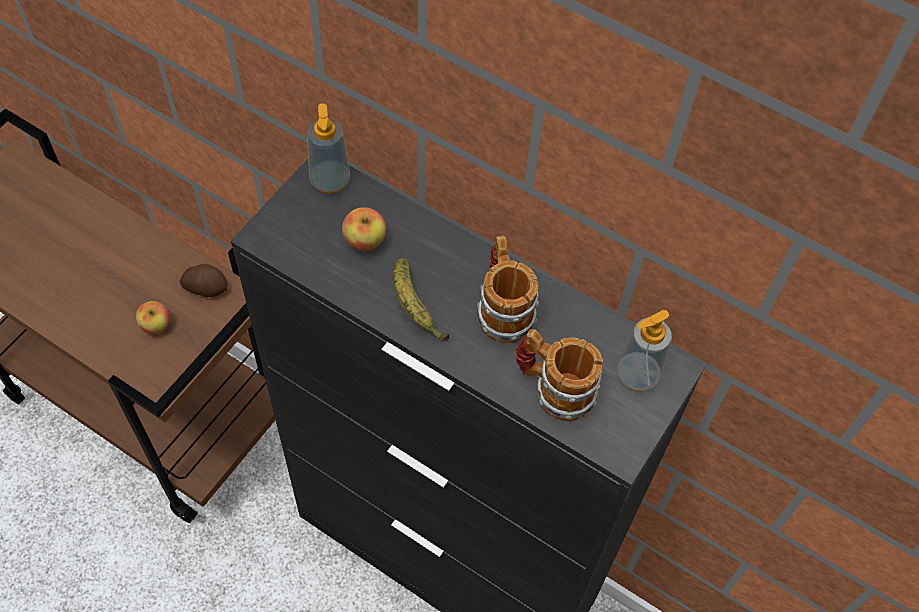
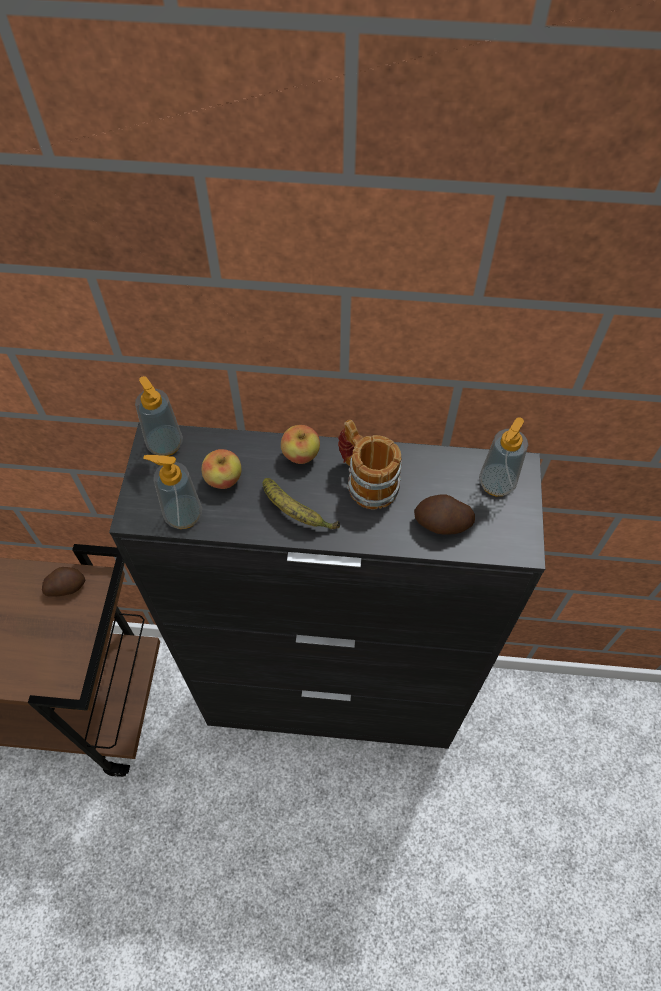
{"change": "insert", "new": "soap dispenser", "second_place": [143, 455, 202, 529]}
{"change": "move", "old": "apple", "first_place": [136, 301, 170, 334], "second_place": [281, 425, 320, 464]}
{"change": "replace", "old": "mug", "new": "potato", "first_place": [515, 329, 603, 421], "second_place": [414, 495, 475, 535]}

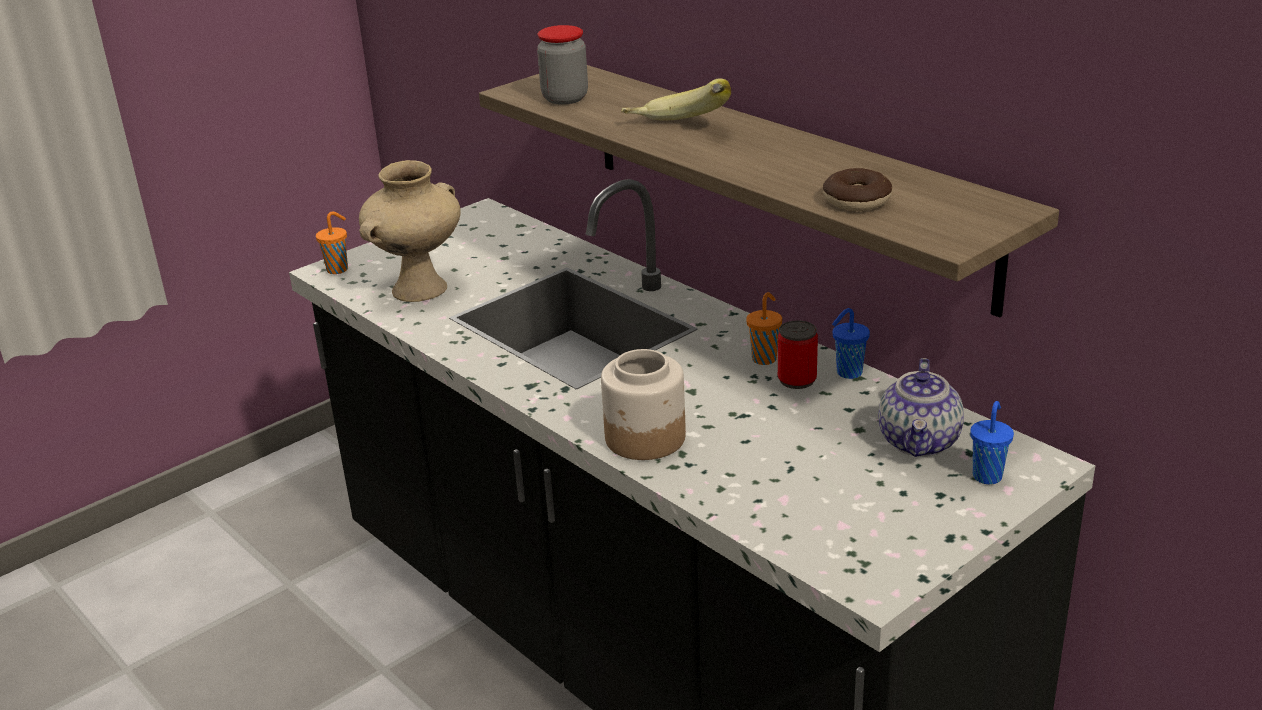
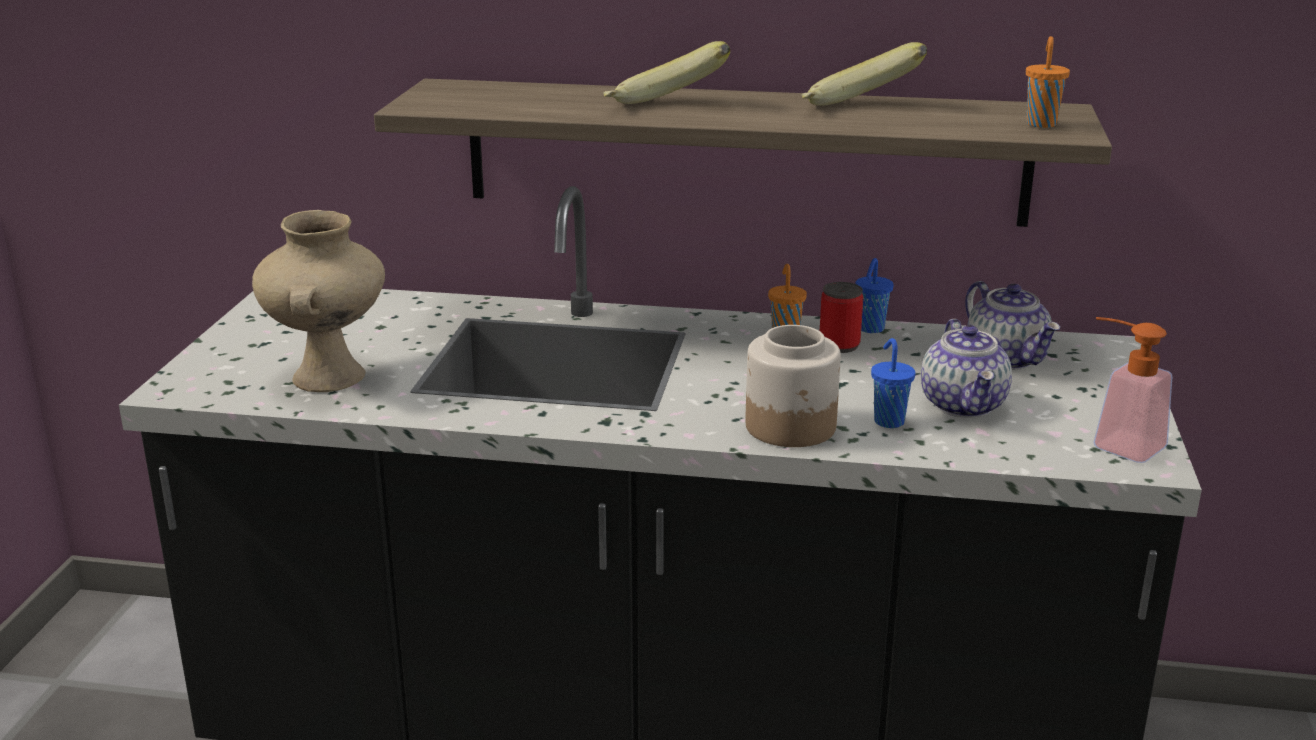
{"change": "delete", "old": "jar", "first_place": [537, 25, 588, 105]}
{"change": "delete", "old": "donut", "first_place": [823, 168, 892, 211]}
{"change": "insert", "new": "banana", "second_place": [802, 42, 927, 106]}
{"change": "insert", "new": "teapot", "second_place": [921, 319, 1012, 418]}
{"change": "insert", "new": "soap dispenser", "second_place": [1093, 317, 1172, 463]}
{"change": "move", "old": "cup (orange)", "first_place": [316, 212, 348, 274], "second_place": [1026, 36, 1070, 128]}
{"change": "move", "old": "cup (blue)", "first_place": [970, 401, 1014, 484], "second_place": [871, 338, 915, 428]}

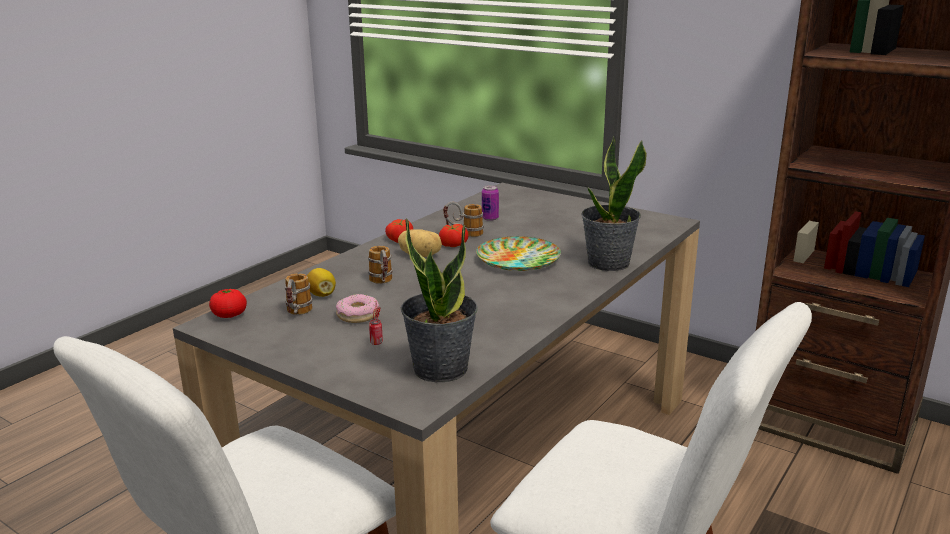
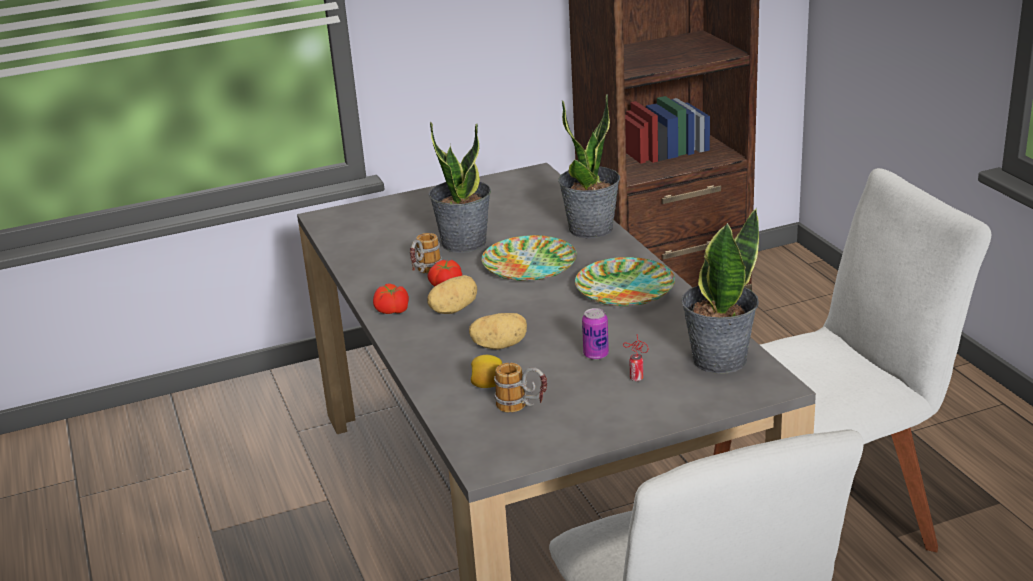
{"change": "delete", "old": "tomato", "first_place": [209, 289, 247, 318]}
{"change": "delete", "old": "donut", "first_place": [336, 294, 379, 323]}
{"change": "insert", "new": "potted plant", "second_place": [428, 121, 491, 253]}
{"change": "insert", "new": "plate", "second_place": [575, 257, 675, 306]}
{"change": "move", "old": "can", "first_place": [482, 185, 499, 221], "second_place": [582, 308, 609, 360]}
{"change": "replace", "old": "mug", "new": "potato", "first_place": [368, 246, 393, 284], "second_place": [469, 313, 527, 350]}

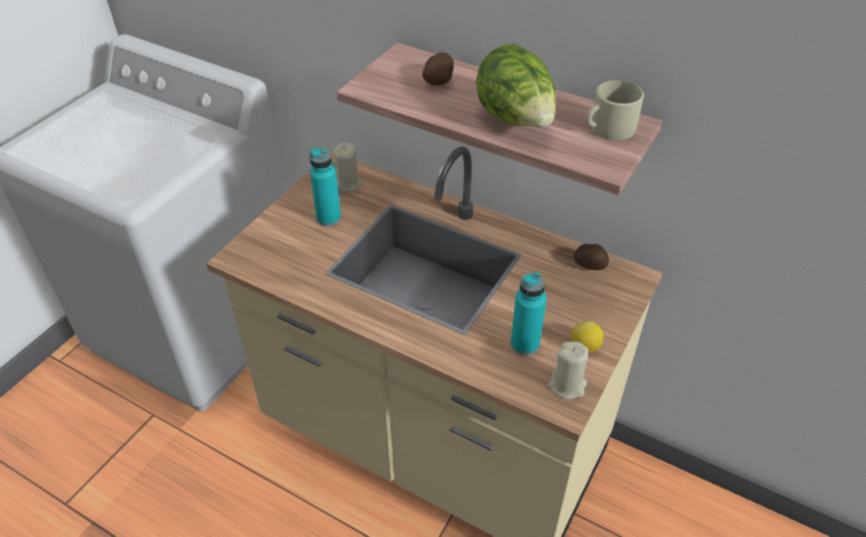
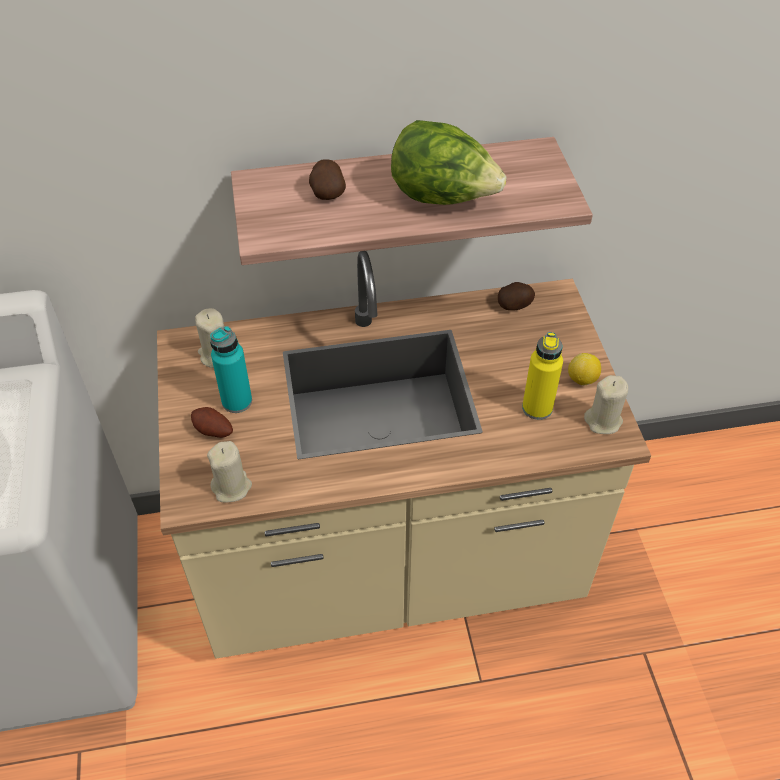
{"change": "delete", "old": "mug (beige)", "first_place": [585, 80, 644, 141]}
{"change": "insert", "new": "potato", "second_place": [191, 407, 233, 438]}
{"change": "insert", "new": "candle (beige)", "second_place": [207, 441, 252, 502]}
{"change": "recolor", "old": "bottle (turquoise)", "new": "bottle (yellow)", "first_place": [511, 271, 547, 355], "second_place": [522, 332, 563, 420]}

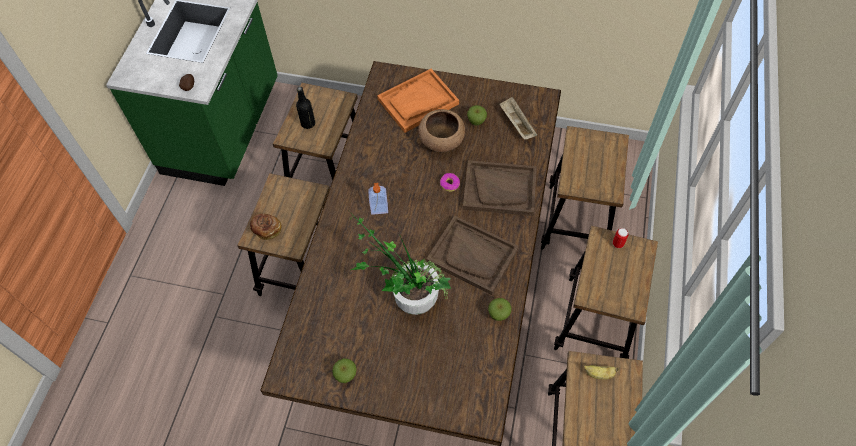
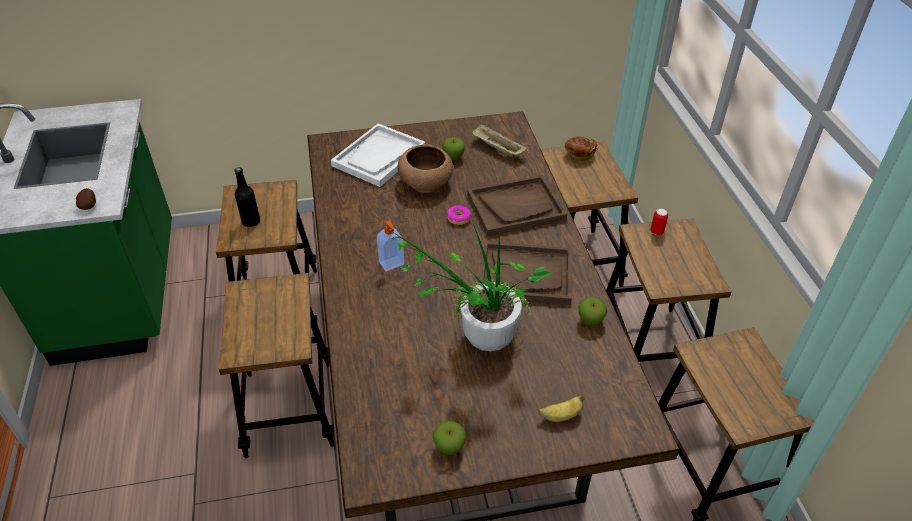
{"change": "move", "old": "bread", "first_place": [250, 214, 282, 240], "second_place": [565, 136, 597, 162]}
{"change": "move", "old": "banana", "first_place": [584, 365, 619, 379], "second_place": [539, 395, 585, 422]}
{"change": "recolor", "old": "tray (orange)", "new": "tray (white)", "first_place": [377, 69, 459, 133], "second_place": [331, 123, 425, 187]}

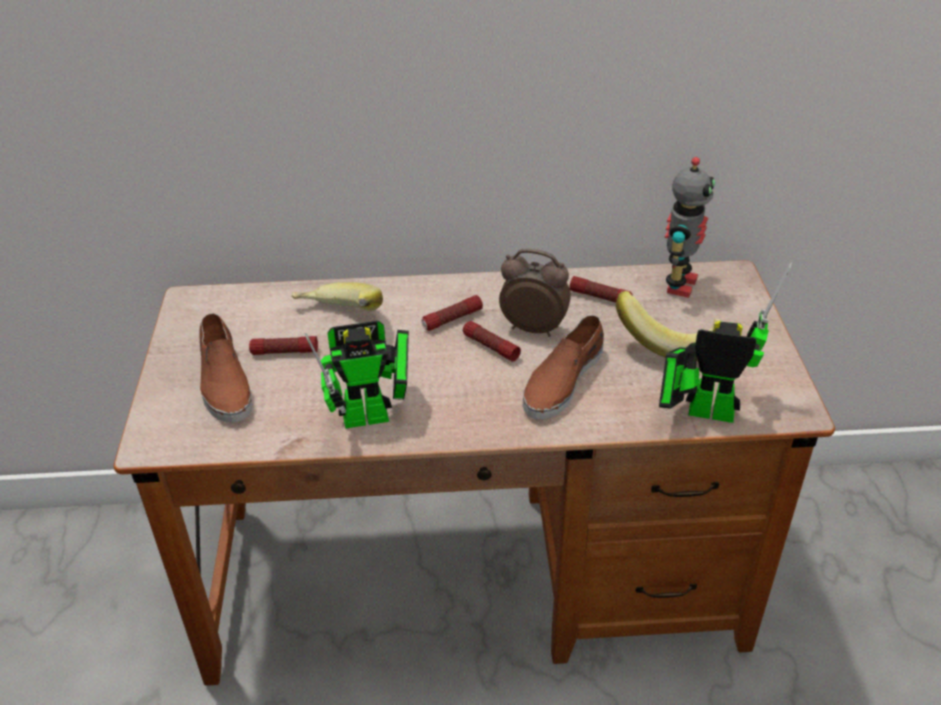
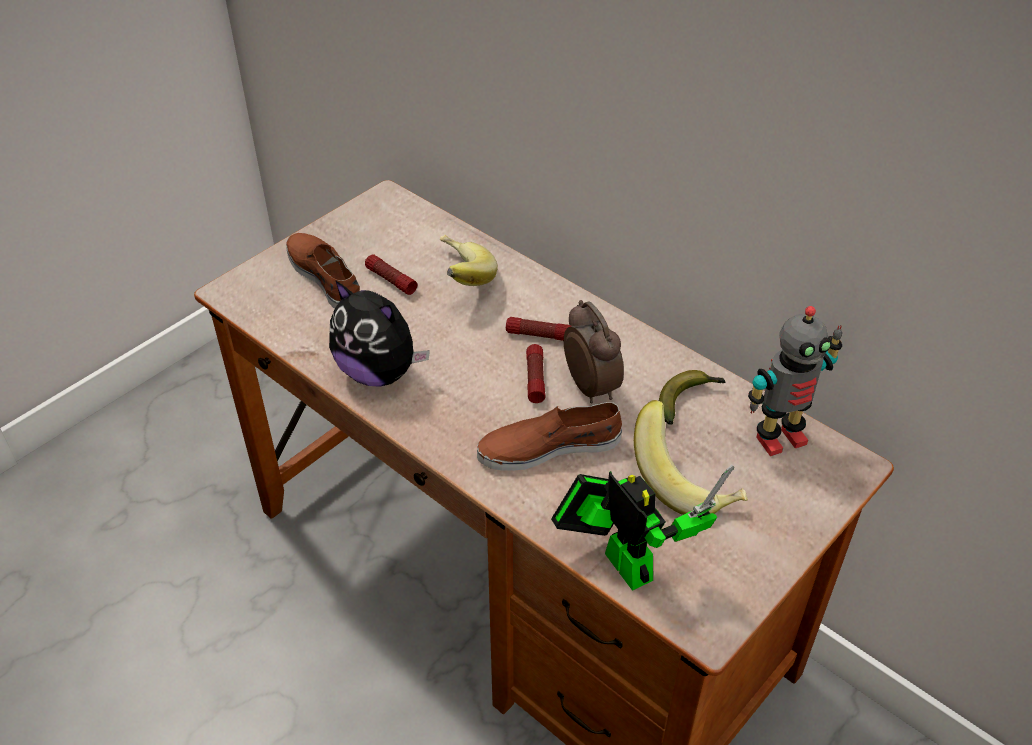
{"change": "replace", "old": "toy robot", "new": "plush toy", "first_place": [304, 321, 409, 429], "second_place": [329, 280, 430, 387]}
{"change": "replace", "old": "flashlight", "new": "banana", "first_place": [569, 276, 633, 303], "second_place": [659, 370, 725, 425]}
{"change": "rotate", "old": "shoe (brown)", "first_place": [199, 313, 253, 423], "second_place": [286, 233, 360, 309], "degrees": 120}

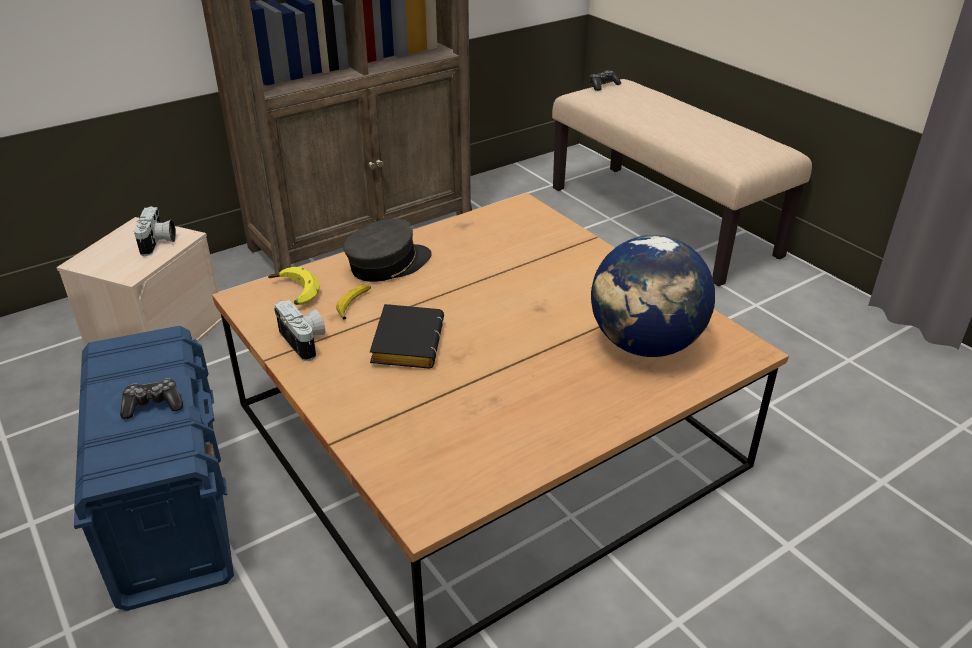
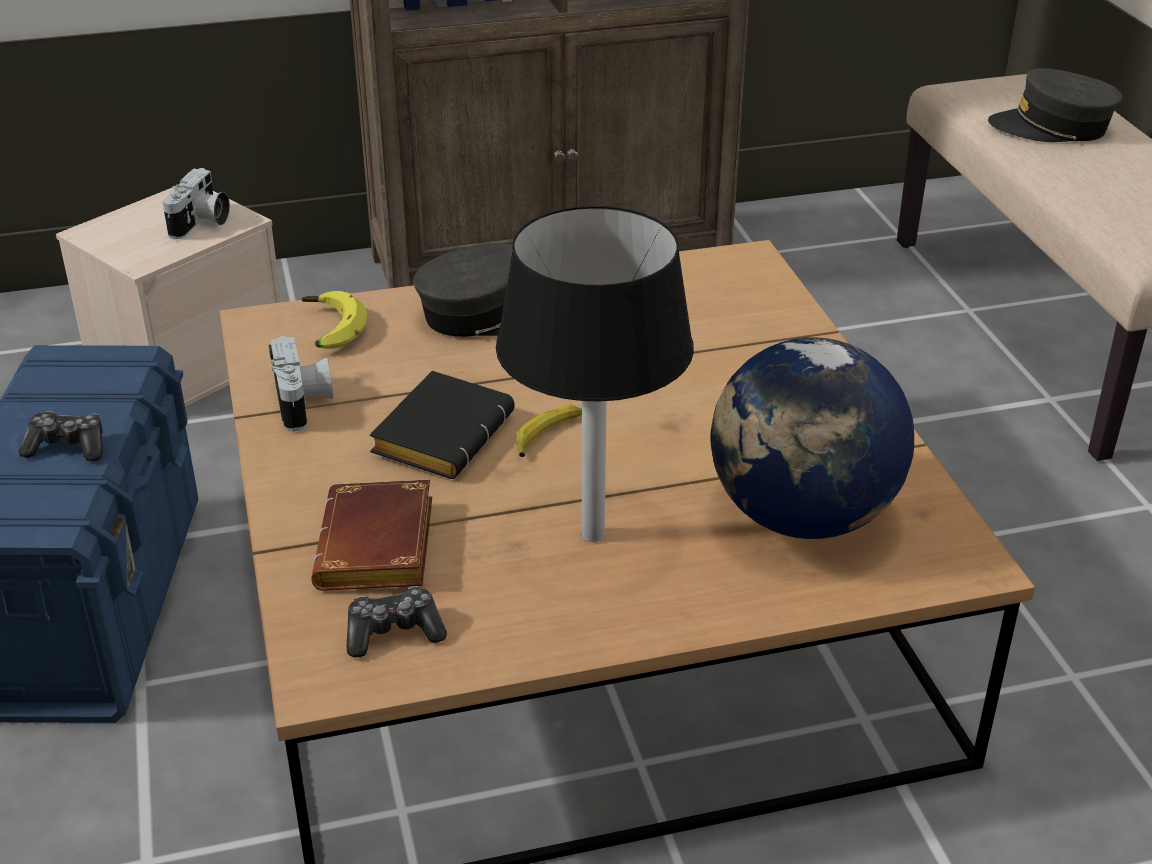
{"change": "insert", "new": "book (brown)", "second_place": [311, 480, 432, 591]}
{"change": "insert", "new": "table lamp (black)", "second_place": [496, 206, 694, 542]}
{"change": "insert", "new": "cap (grey)", "second_place": [988, 68, 1122, 142]}
{"change": "move", "old": "banana", "first_place": [336, 285, 371, 319], "second_place": [517, 405, 582, 457]}
{"change": "move", "old": "game controller", "first_place": [589, 70, 621, 91], "second_place": [347, 586, 447, 657]}

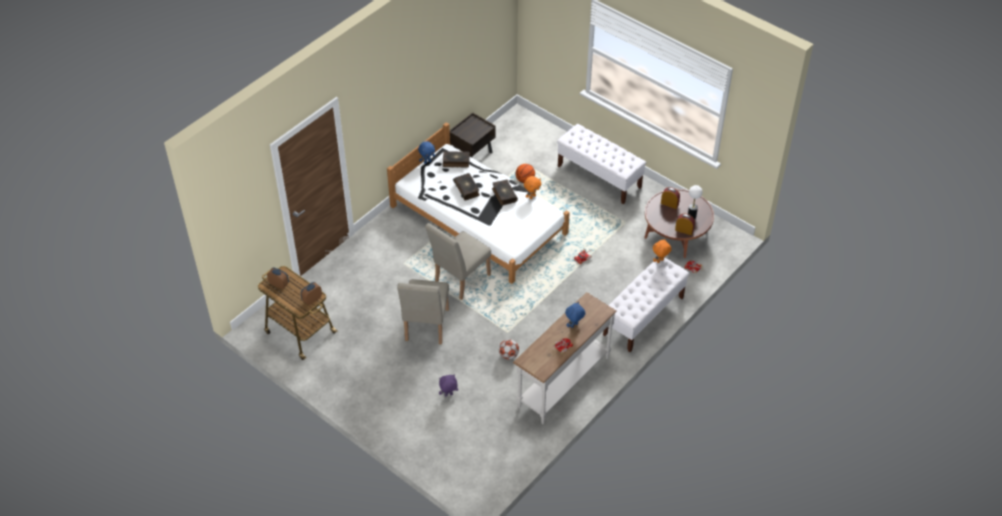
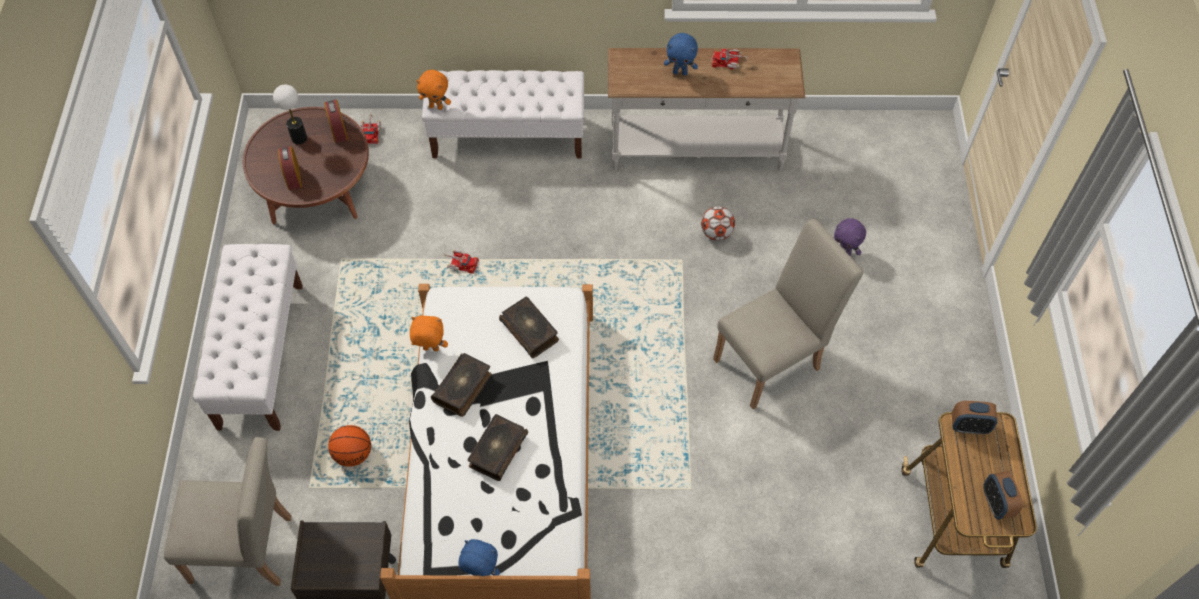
{"change": "move", "old": "chair (beige)", "first_place": [425, 223, 491, 300], "second_place": [164, 437, 292, 586]}
{"change": "move", "old": "book", "first_place": [443, 151, 470, 167], "second_place": [499, 297, 559, 358]}

